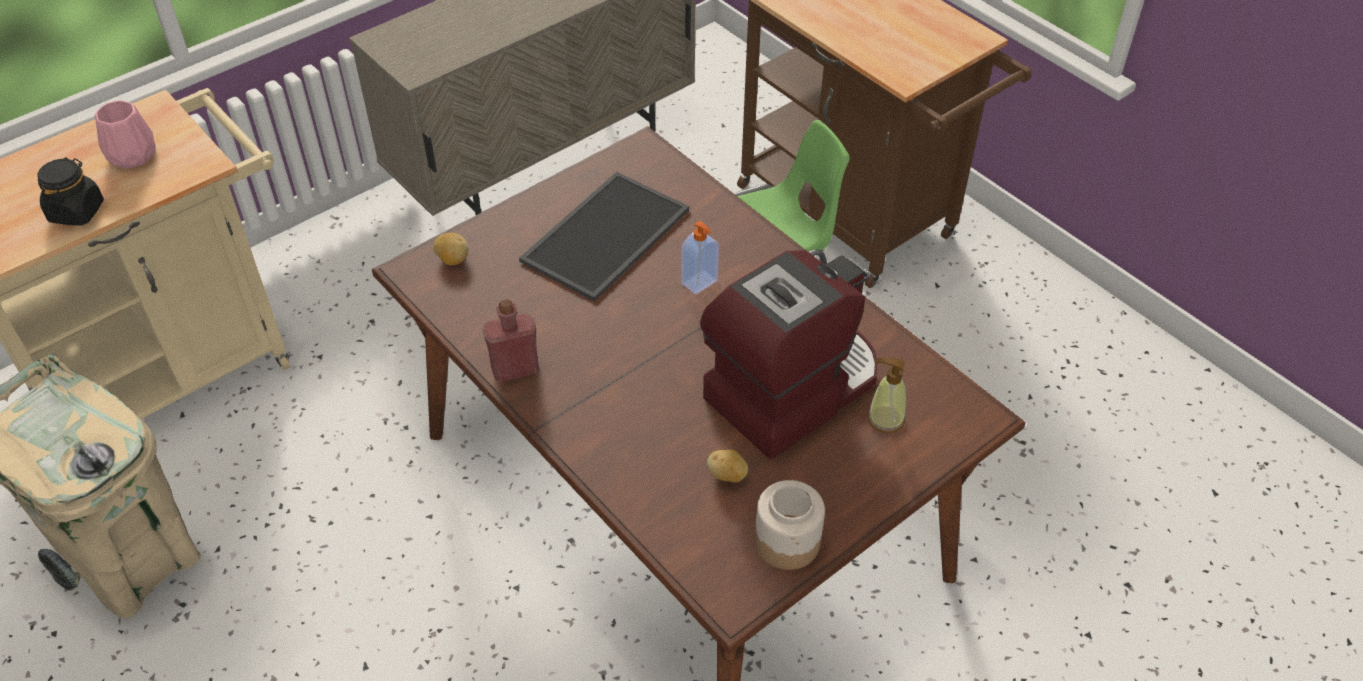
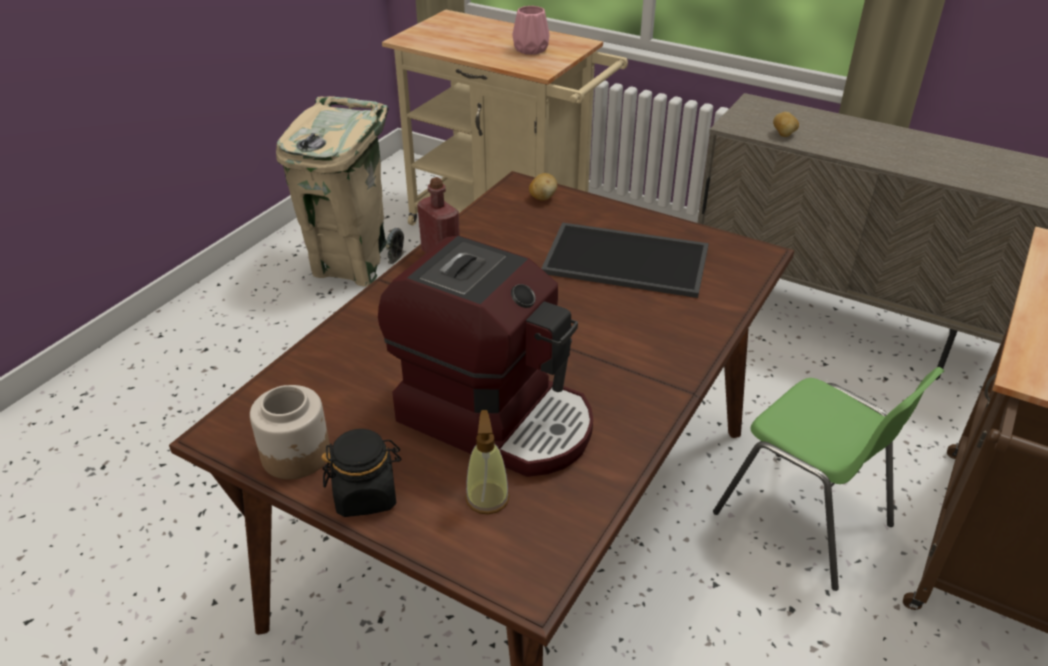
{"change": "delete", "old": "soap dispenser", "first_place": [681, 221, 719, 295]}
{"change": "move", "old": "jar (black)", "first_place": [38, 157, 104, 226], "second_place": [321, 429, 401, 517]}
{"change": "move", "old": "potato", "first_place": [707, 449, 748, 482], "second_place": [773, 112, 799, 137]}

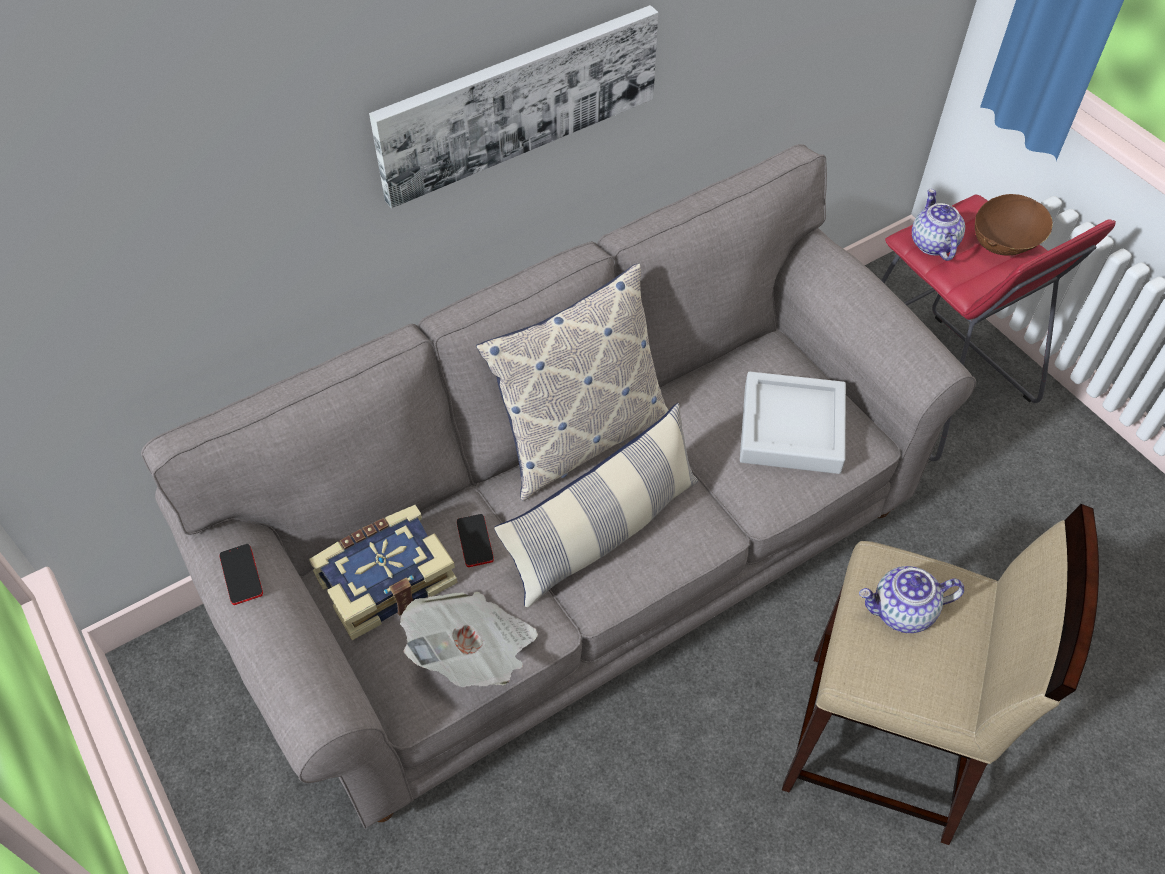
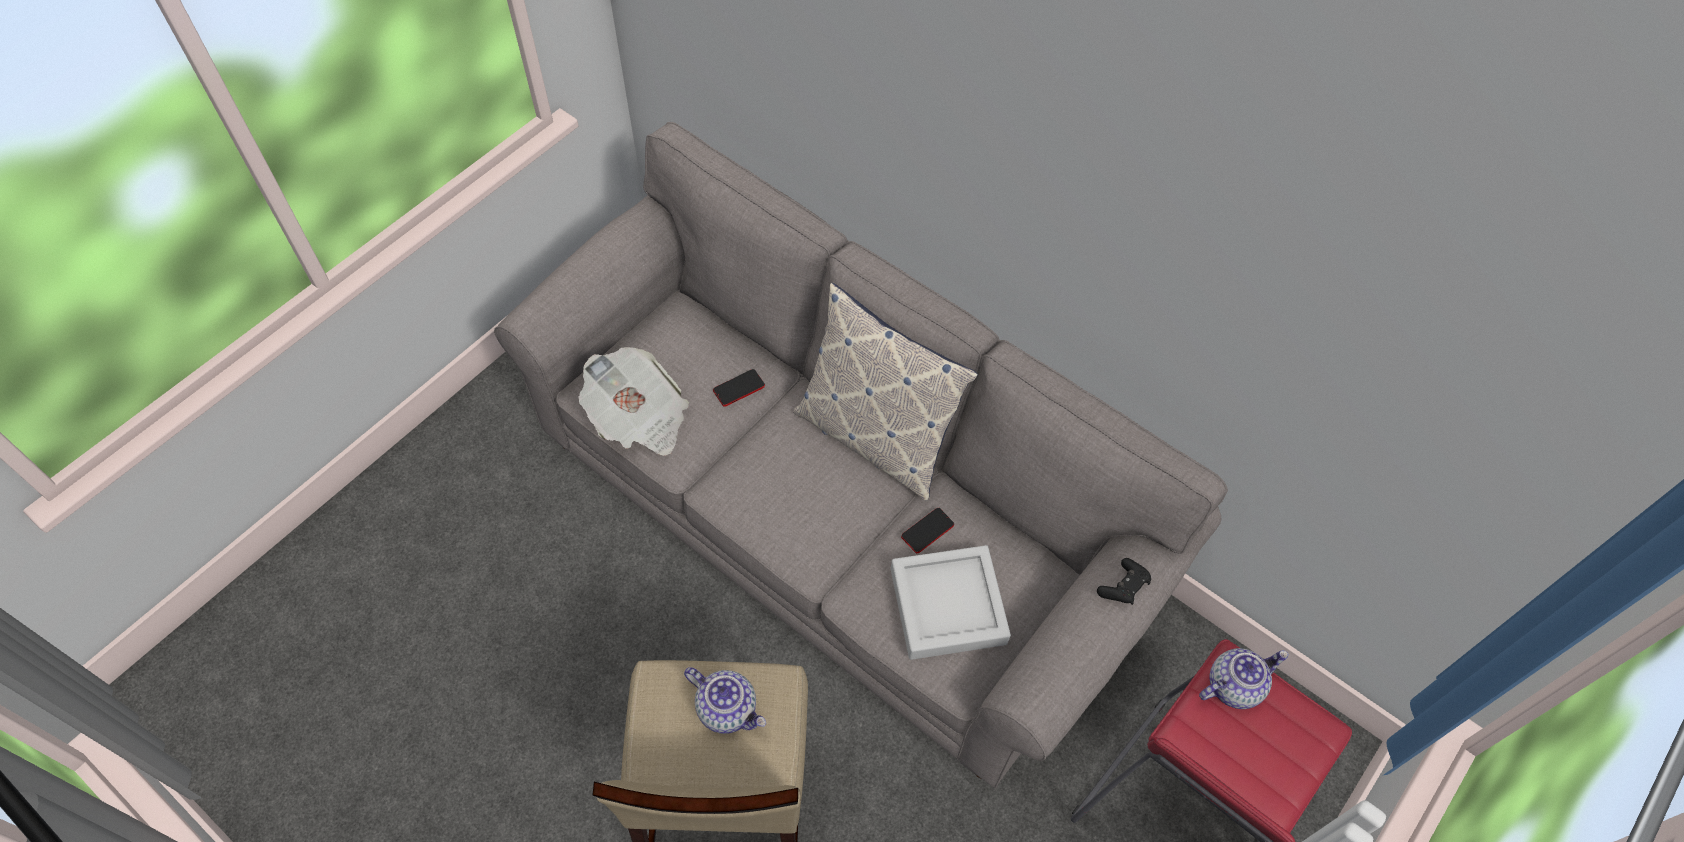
{"change": "delete", "old": "book", "first_place": [309, 505, 458, 640]}
{"change": "delete", "old": "picture", "first_place": [369, 5, 658, 208]}
{"change": "delete", "old": "pillow", "first_place": [494, 403, 698, 607]}
{"change": "delete", "old": "bowl (brown)", "first_place": [975, 194, 1053, 256]}
{"change": "insert", "new": "game controller (black)", "second_place": [1097, 558, 1151, 605]}
{"change": "move", "old": "phone", "first_place": [219, 544, 263, 605], "second_place": [901, 508, 954, 553]}
{"change": "rotate", "old": "teapot", "first_place": [859, 566, 964, 633], "second_place": [684, 667, 766, 734], "degrees": 150}

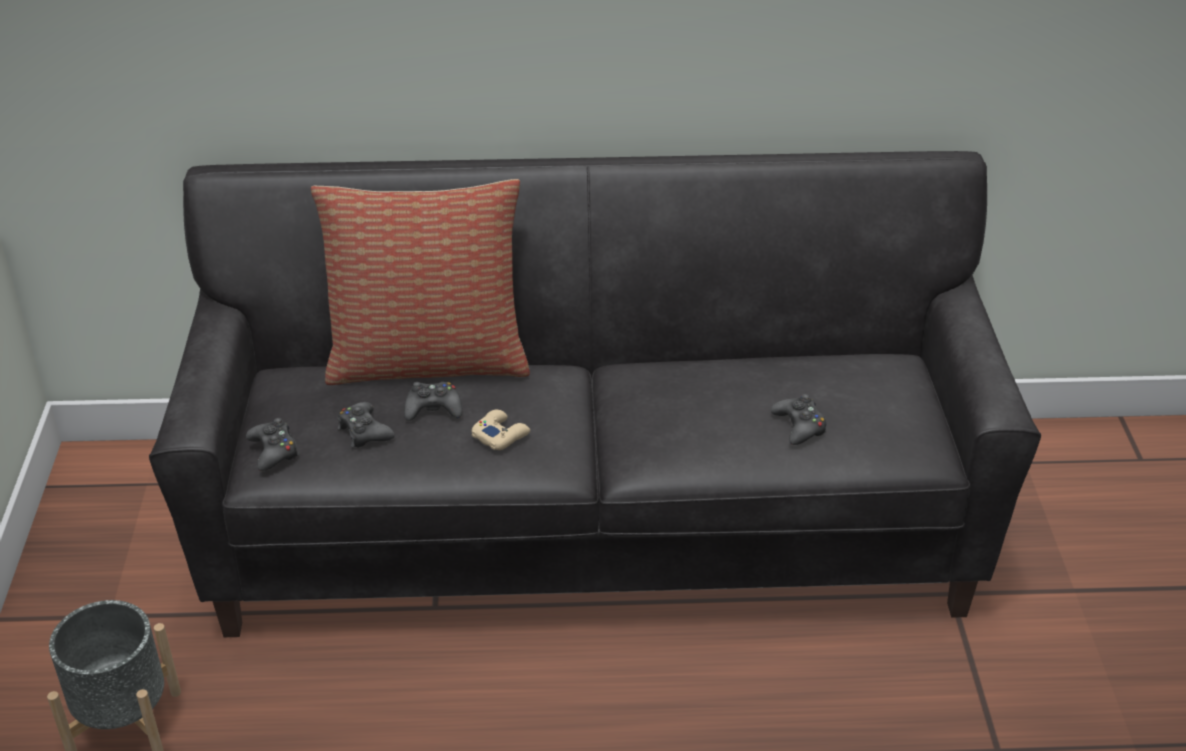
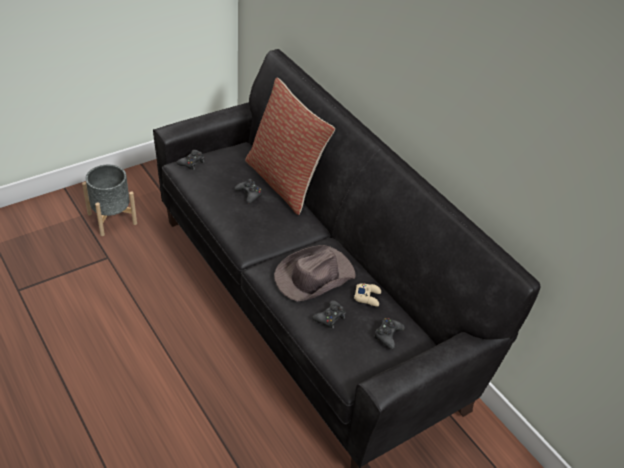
{"change": "insert", "new": "hat (brown)", "second_place": [274, 245, 356, 301]}
{"change": "move", "old": "game controller (black)", "first_place": [337, 402, 395, 448], "second_place": [374, 318, 405, 349]}
{"change": "move", "old": "game controller (beige)", "first_place": [471, 410, 530, 450], "second_place": [354, 283, 381, 306]}

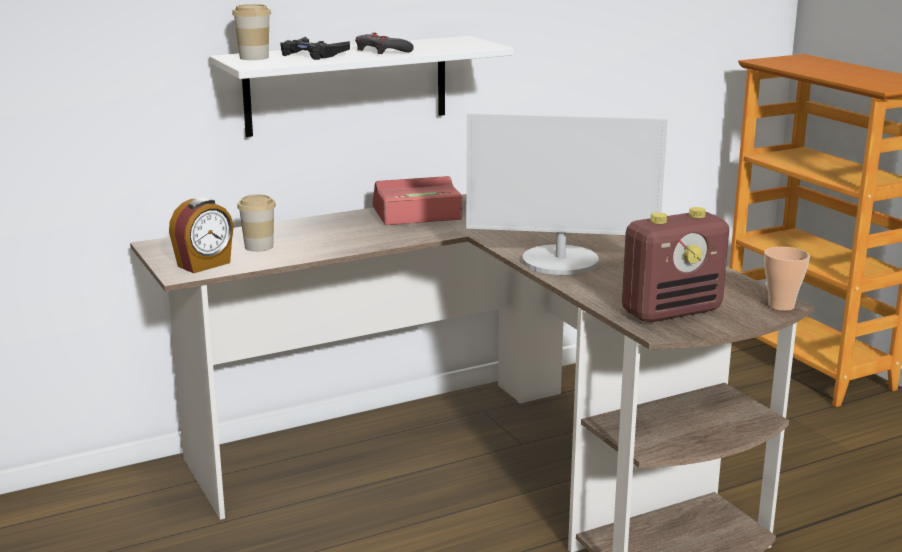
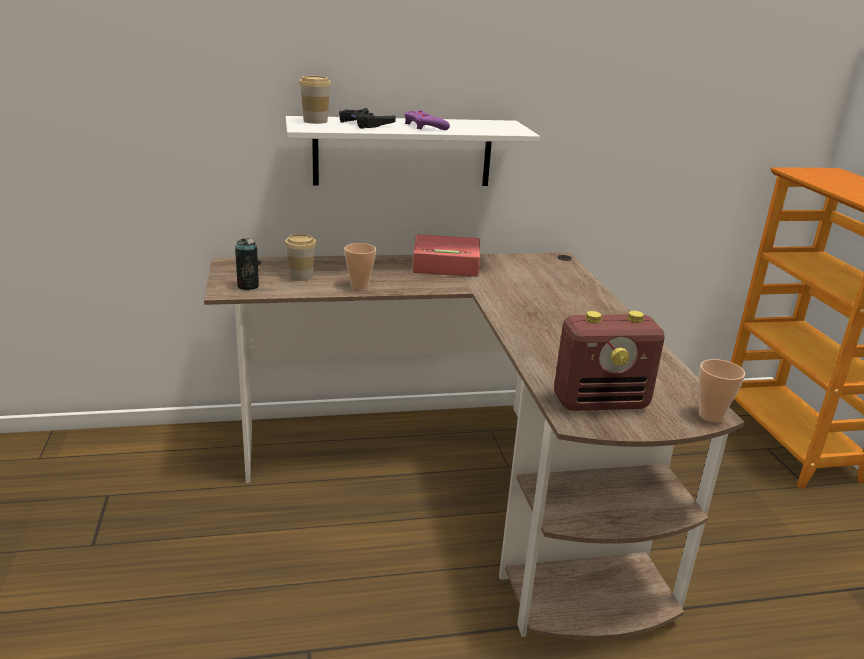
{"change": "delete", "old": "monitor", "first_place": [466, 113, 668, 275]}
{"change": "insert", "new": "cup", "second_place": [344, 243, 376, 290]}
{"change": "replace", "old": "alarm clock", "new": "can", "first_place": [169, 198, 234, 273], "second_place": [235, 238, 259, 290]}
{"change": "recolor", "old": "game controller (grey)", "new": "game controller (purple)", "first_place": [355, 33, 414, 54], "second_place": [405, 110, 450, 130]}

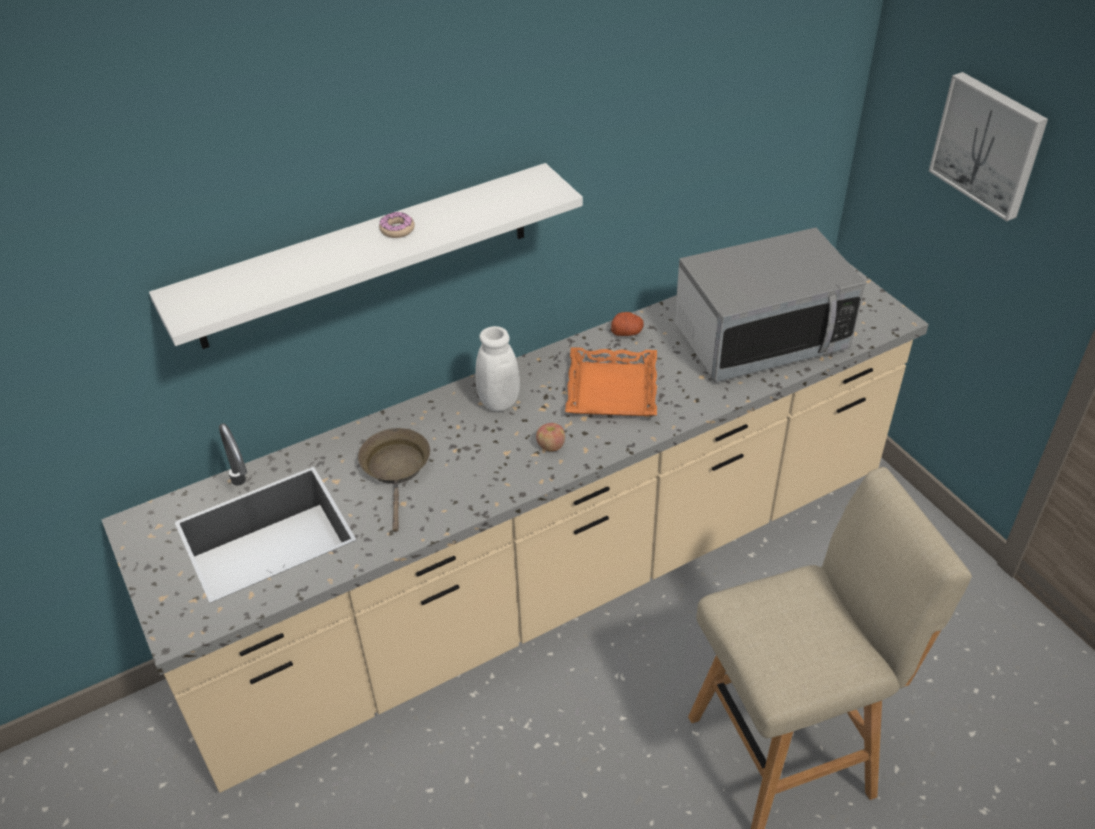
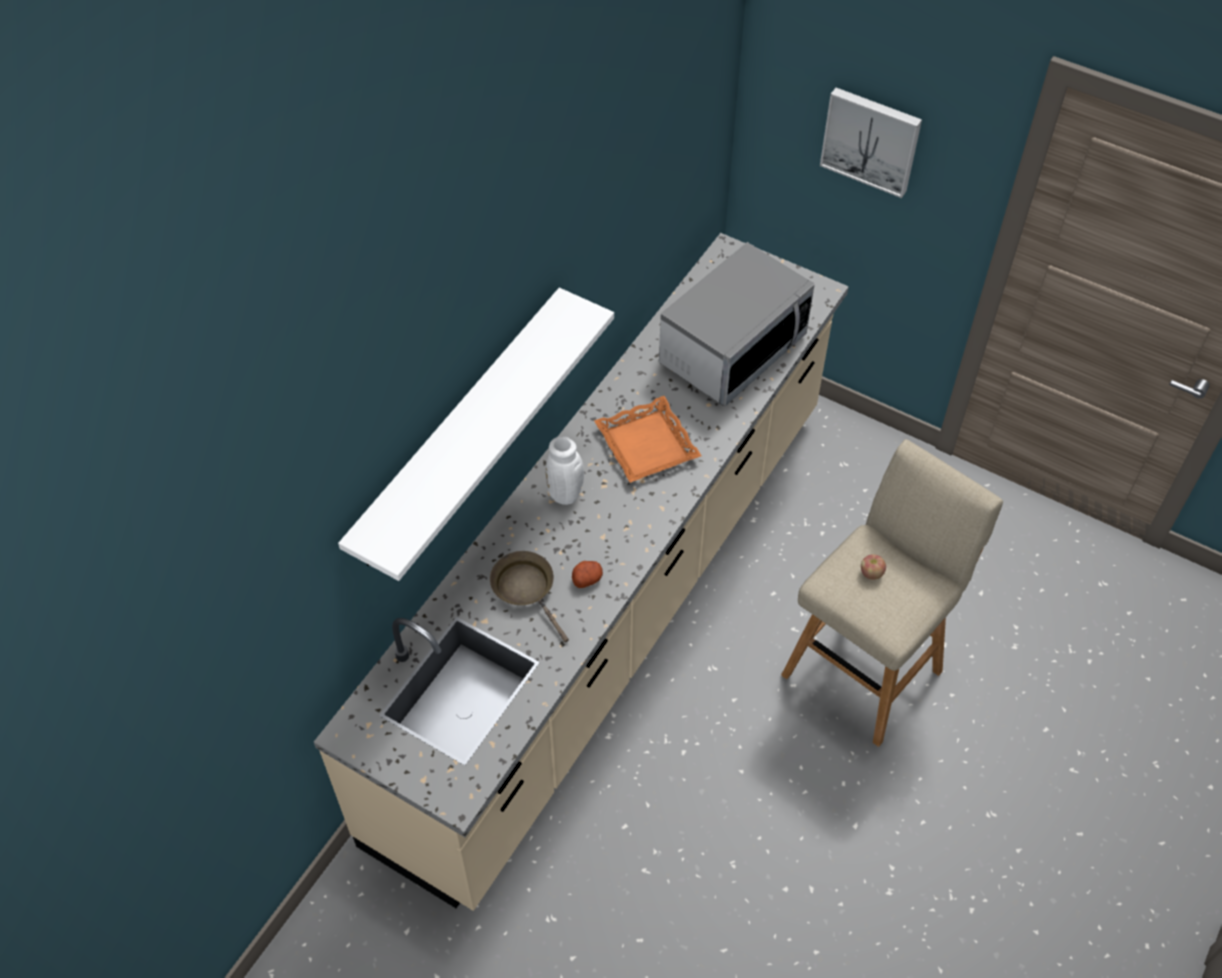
{"change": "delete", "old": "donut", "first_place": [379, 212, 415, 238]}
{"change": "move", "old": "apple", "first_place": [536, 423, 565, 452], "second_place": [861, 554, 886, 580]}
{"change": "move", "old": "potato", "first_place": [611, 312, 644, 336], "second_place": [572, 561, 603, 588]}

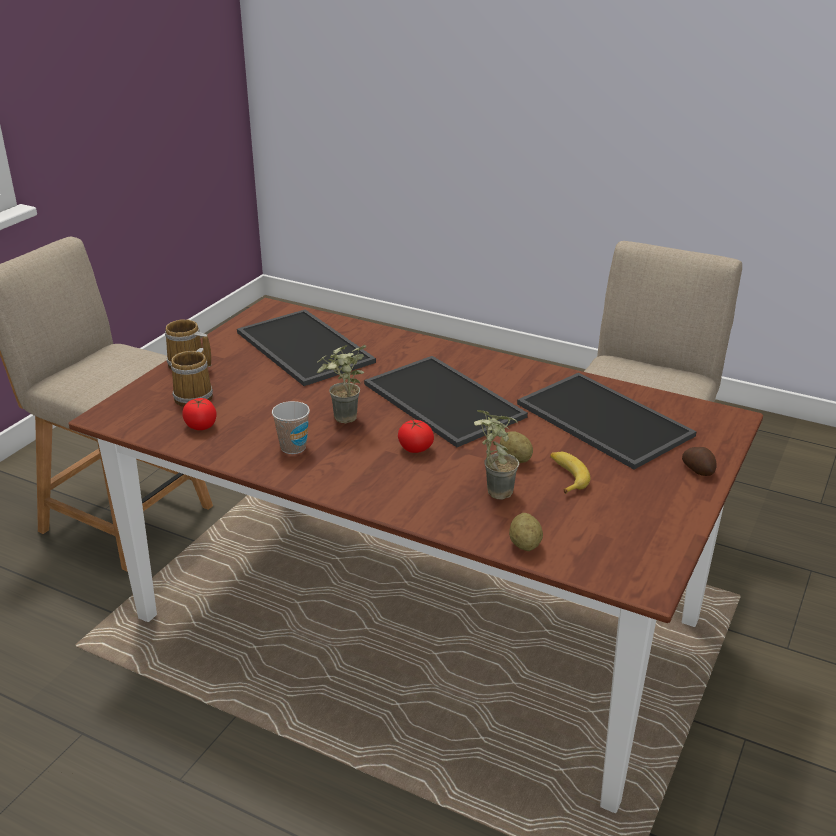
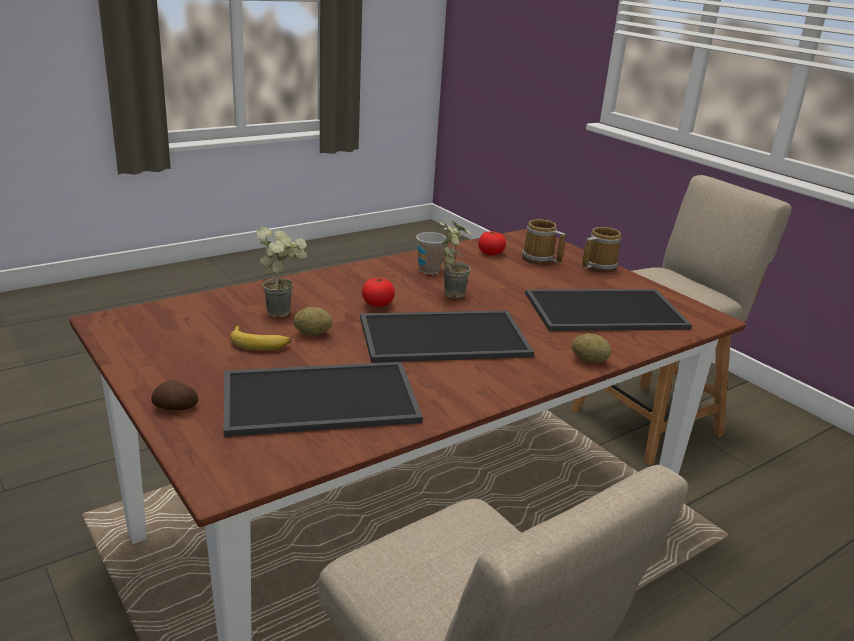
{"change": "move", "old": "potato", "first_place": [509, 513, 543, 551], "second_place": [572, 333, 612, 363]}

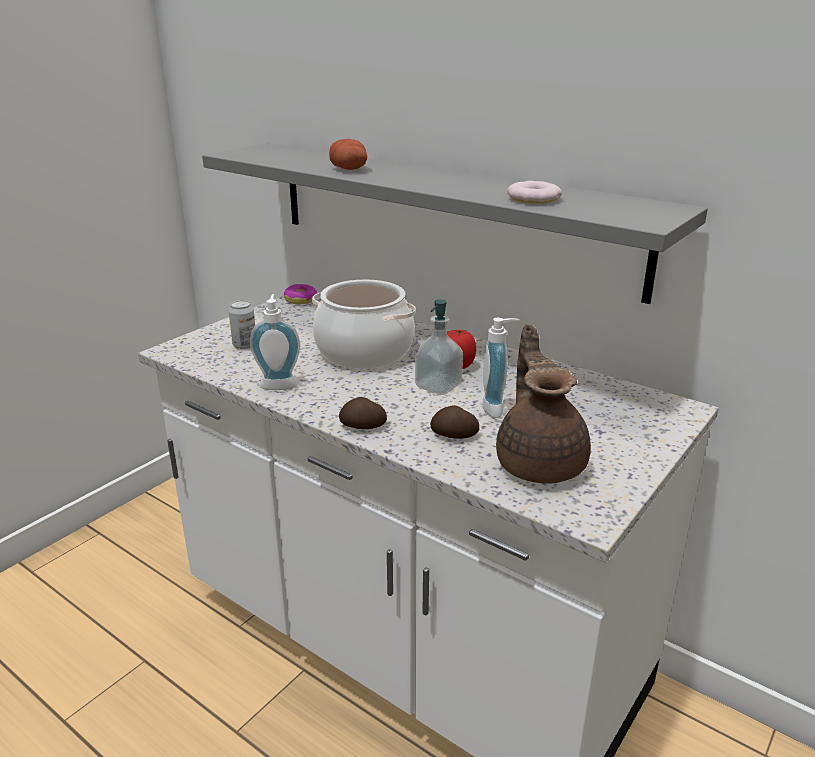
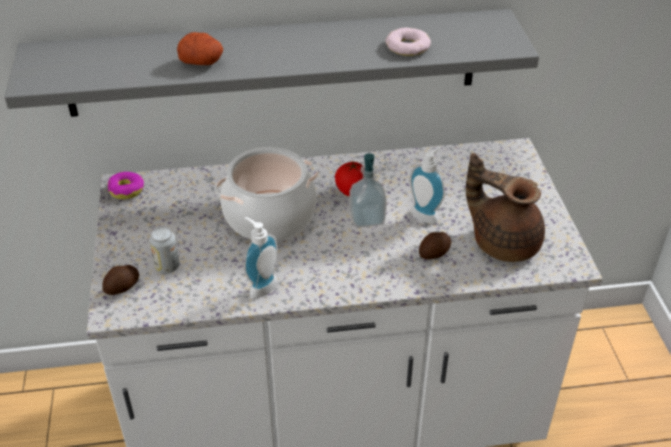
{"change": "move", "old": "potato", "first_place": [339, 397, 387, 429], "second_place": [102, 265, 139, 295]}

